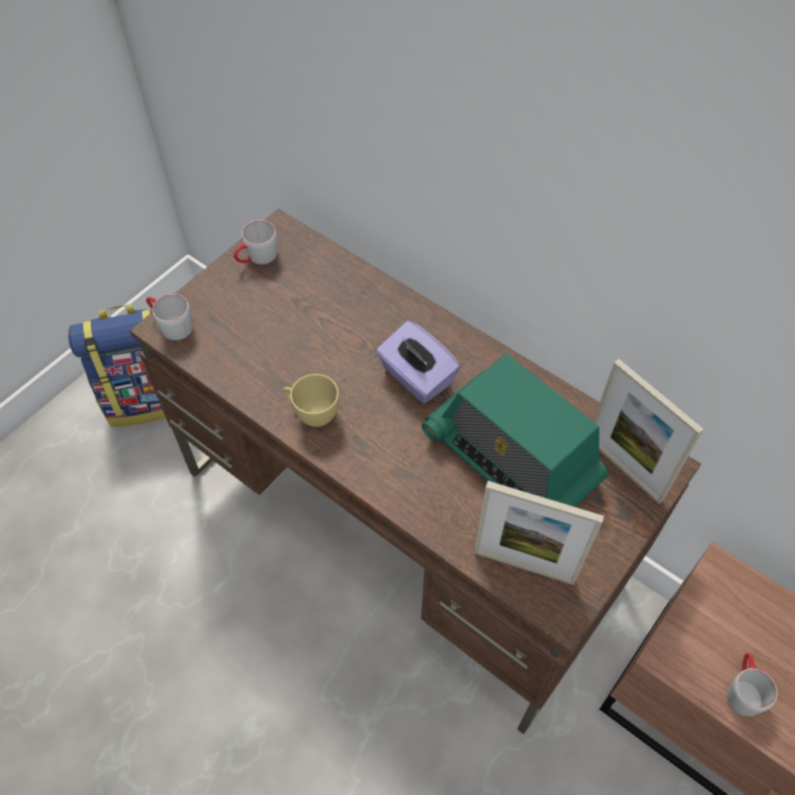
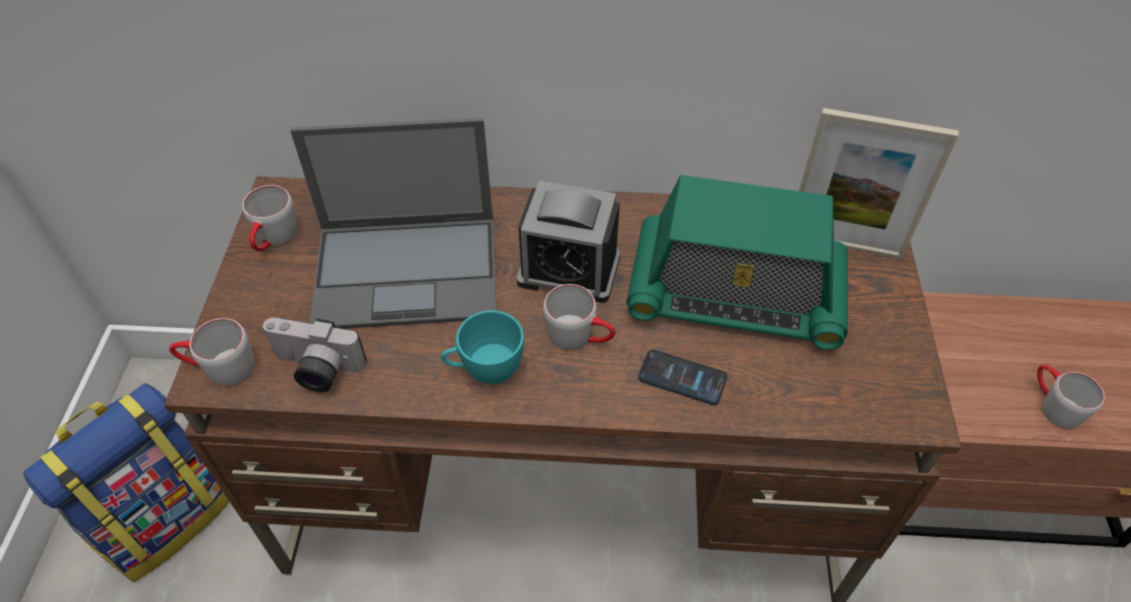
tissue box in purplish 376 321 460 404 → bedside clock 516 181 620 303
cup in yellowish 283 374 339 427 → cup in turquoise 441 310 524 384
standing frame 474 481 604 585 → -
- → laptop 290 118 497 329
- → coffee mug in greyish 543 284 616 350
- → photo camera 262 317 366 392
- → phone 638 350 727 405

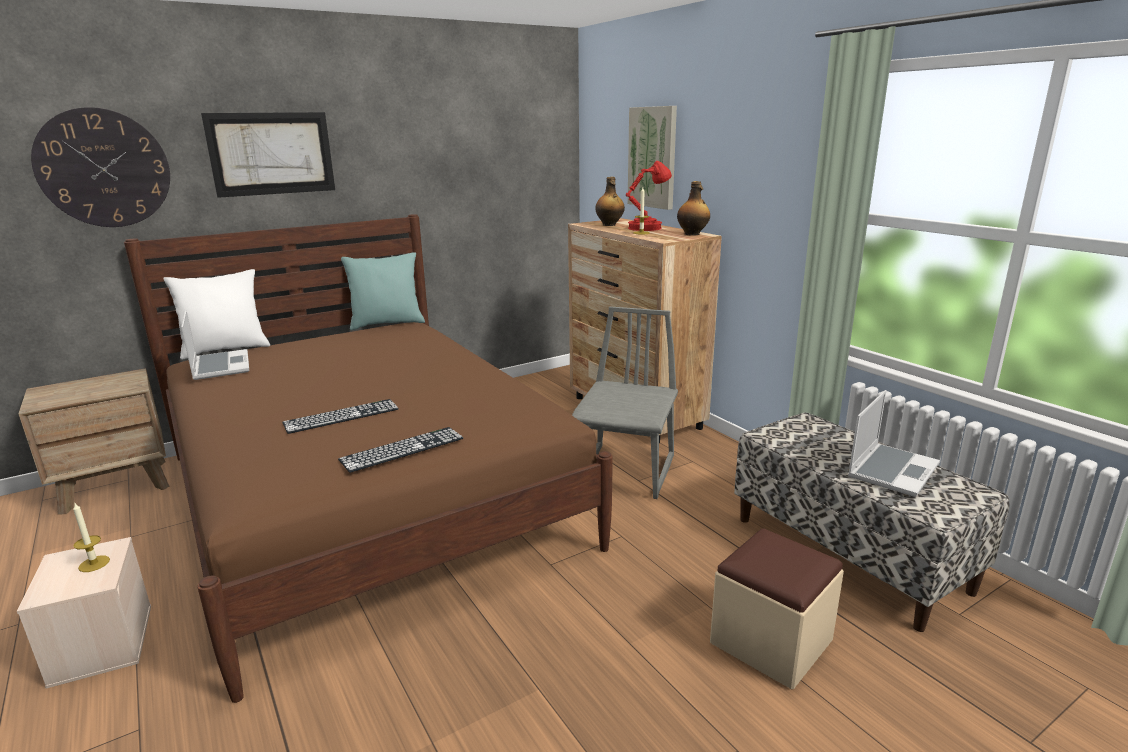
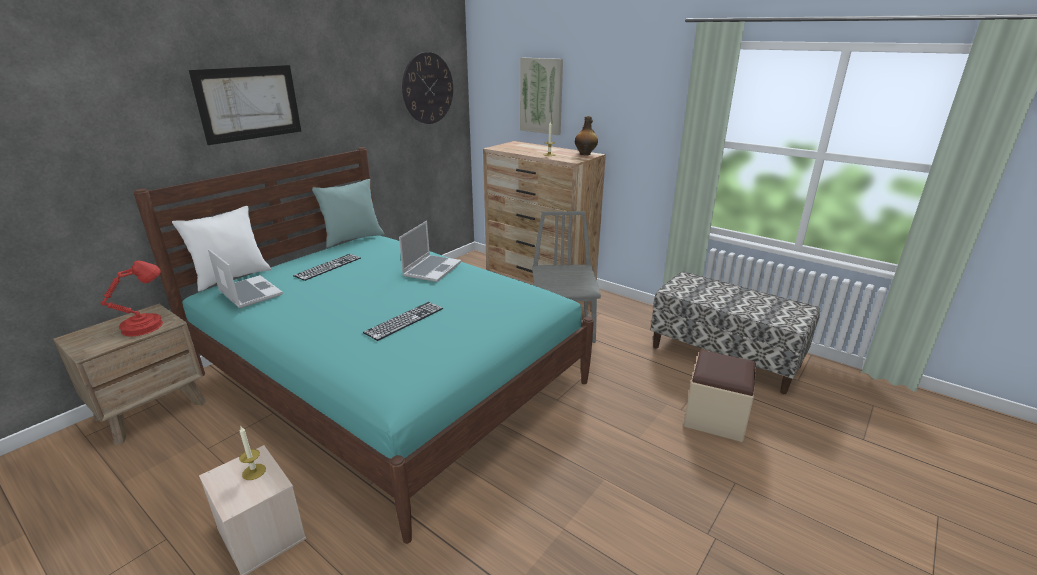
hanging clock 31 107 170 227 → hanging clock 402 52 453 124, moved
tabletop lamp in red-coloured 626 161 672 231 → tabletop lamp in red-coloured 101 261 163 337, moved
drink bottle 595 177 625 226 → -
bedroom bed in brown-coloured 124 214 613 703 → bedroom bed in turquoise 134 147 594 544
laptop 848 390 940 497 → laptop 399 221 462 282, moved
keyboard 338 427 463 473 → keyboard 293 254 361 281, moved

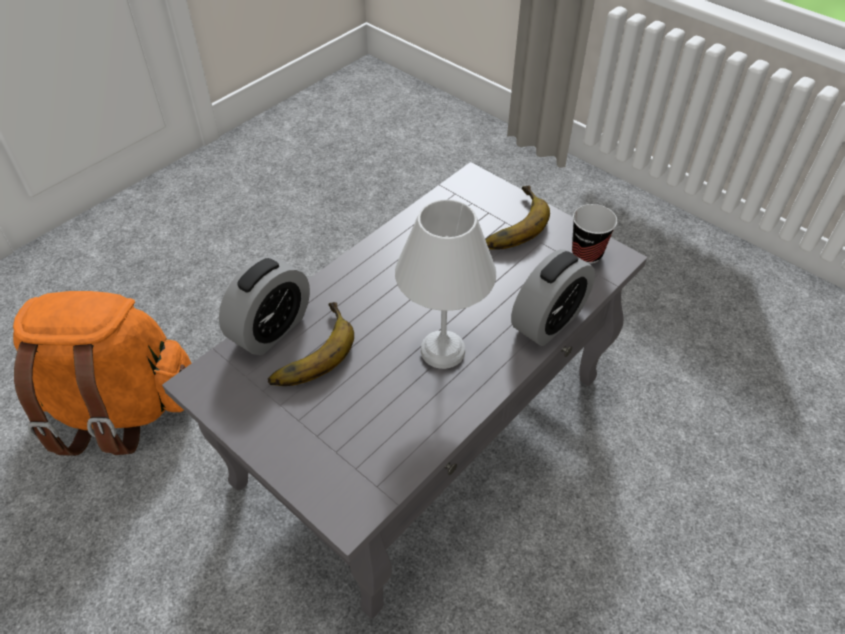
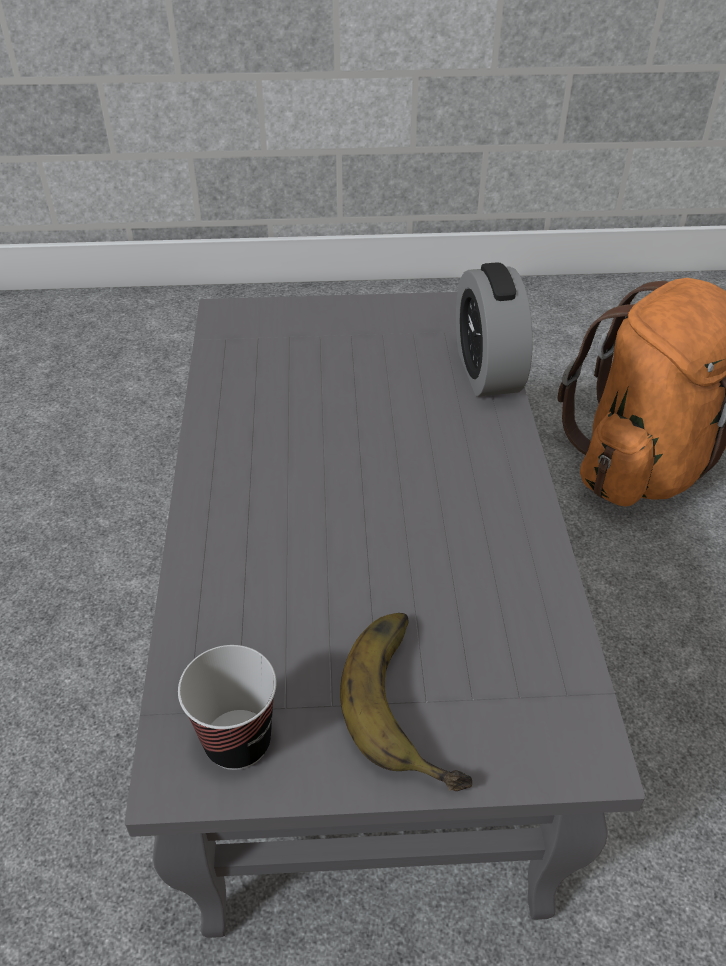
tabletop lamp in white-coloured 395 199 496 369 → -
bedside clock 511 249 595 346 → -
whole banana 268 302 354 386 → -

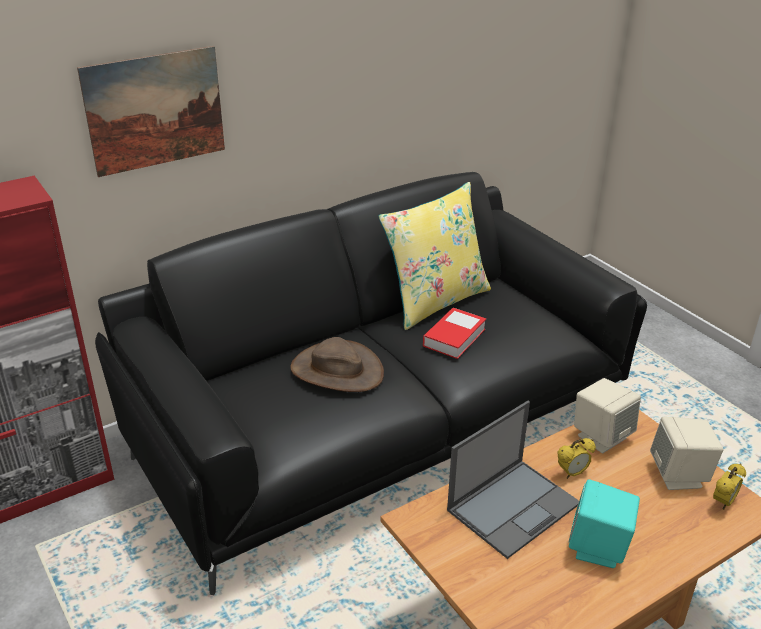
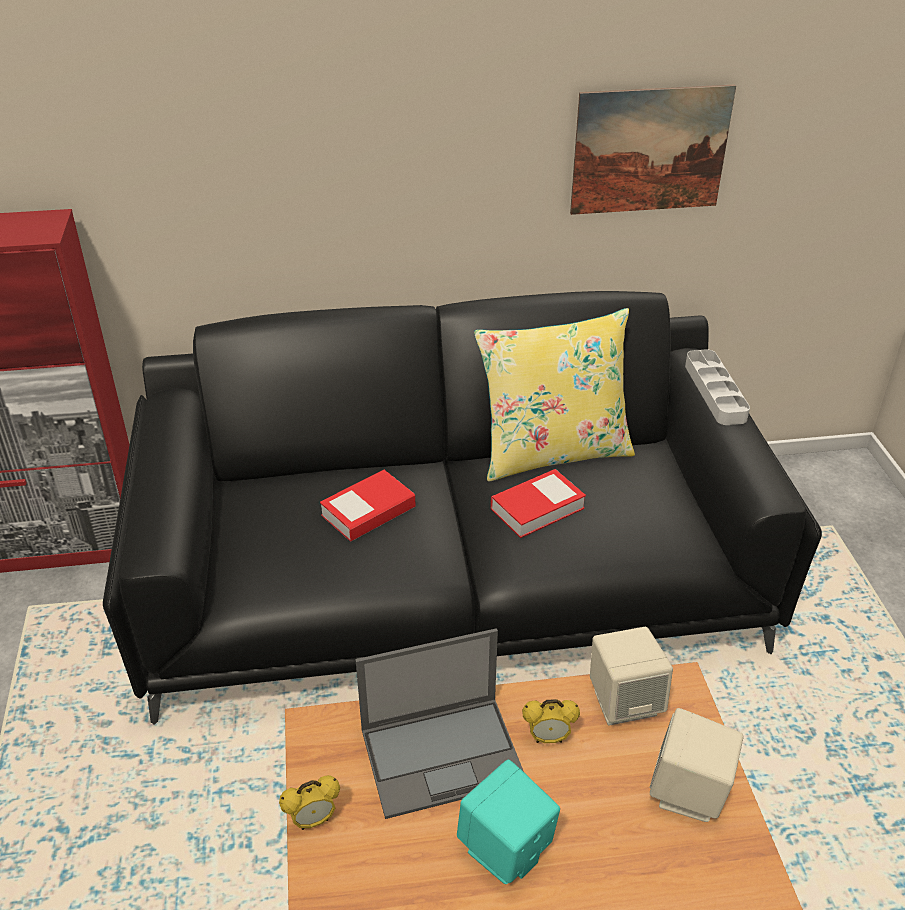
picture 77 46 225 177 → picture 570 84 736 215, moved
hat in brown-coloured 291 337 384 392 → bound book 320 470 416 542
bedside clock 713 464 746 510 → bedside clock 279 775 340 830, moved
- → tray in greyish 685 349 750 425

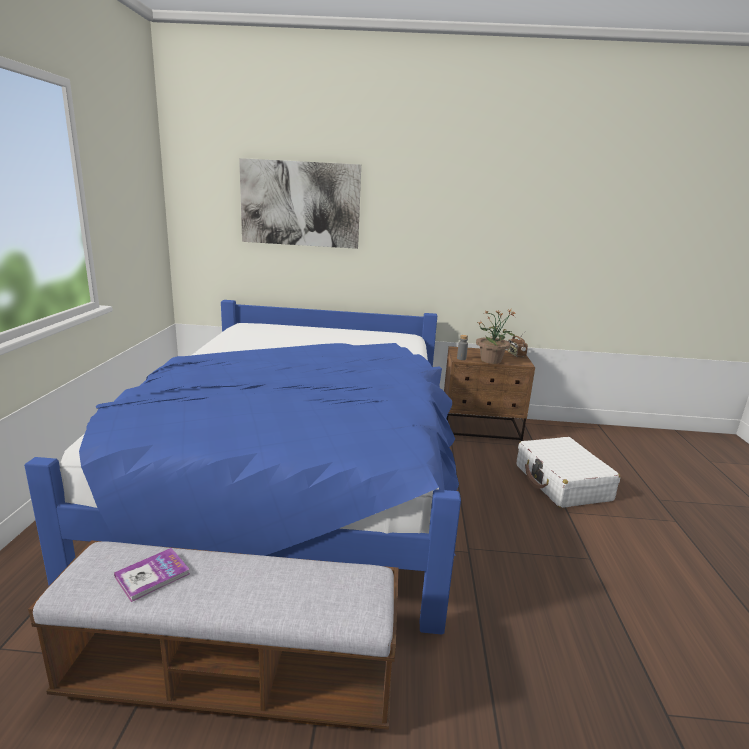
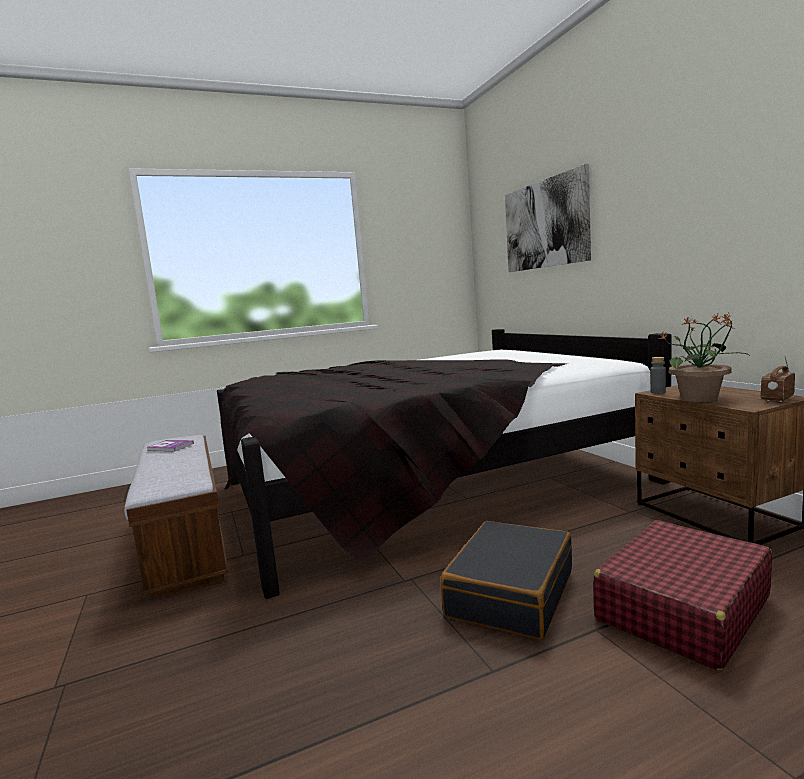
bedroom bed in blue-coloured 24 300 461 635 → bedroom bed in blackish 217 329 672 599
travel case in white-coloured 517 437 620 508 → travel case in red-coloured 593 520 772 671
- → travel case in blackish 441 521 572 640

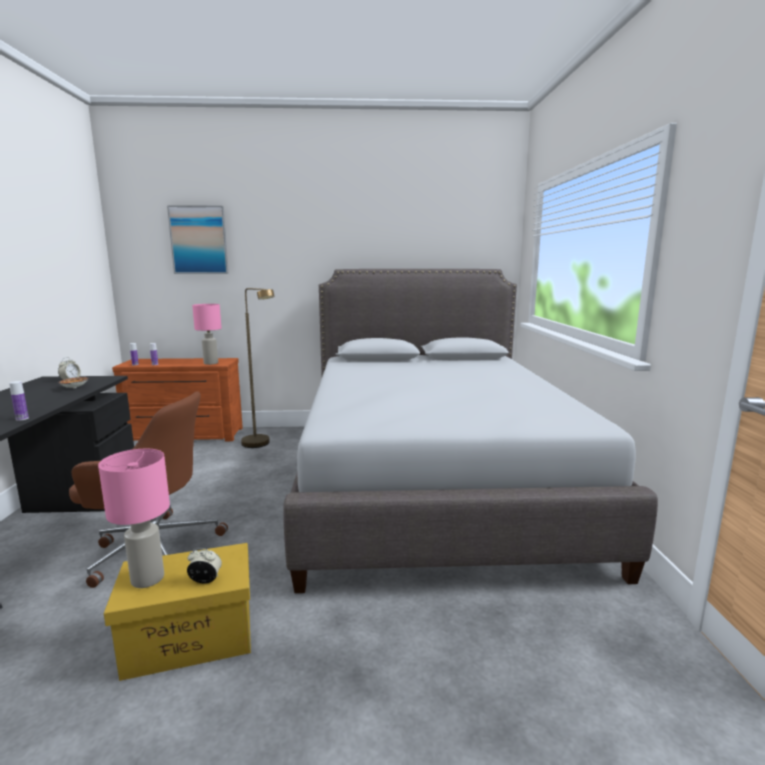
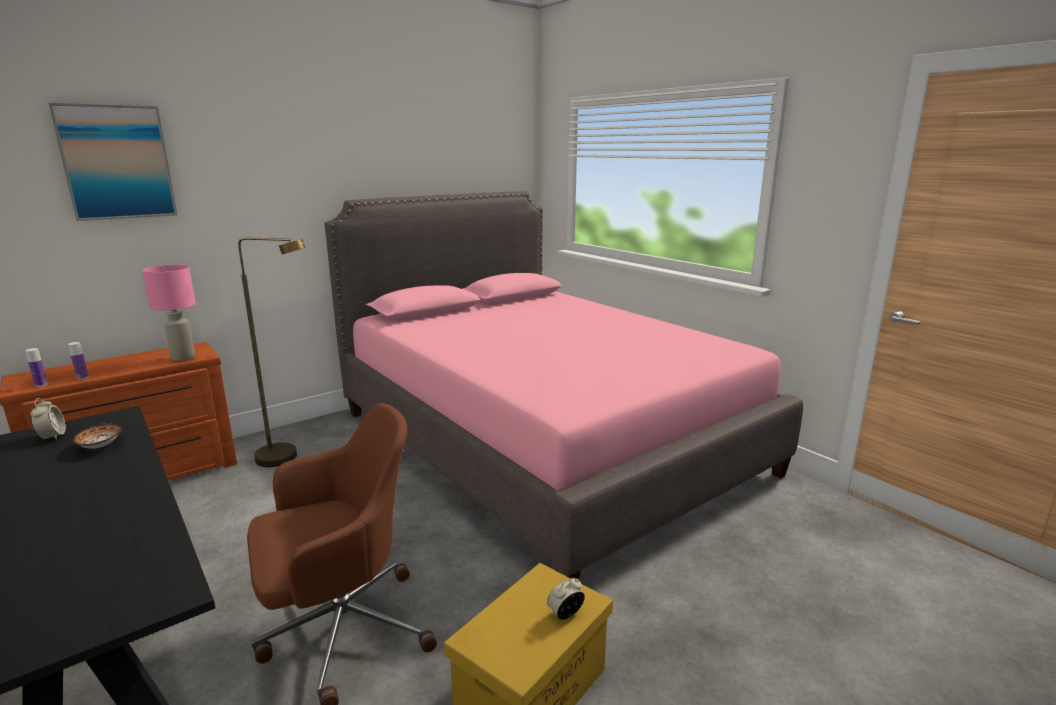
bedroom bed in greyish 283 269 658 593 → bedroom bed in pinkish 324 191 803 579
drink bottle 9 381 29 421 → -
tabletop lamp in pinkish 98 449 170 588 → -

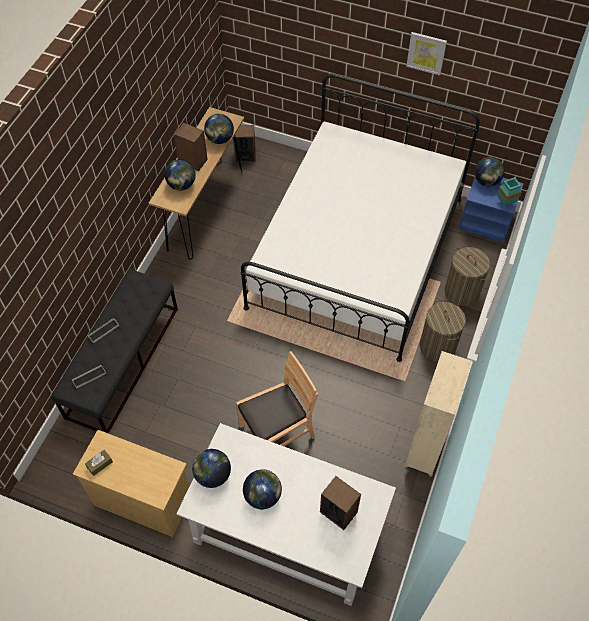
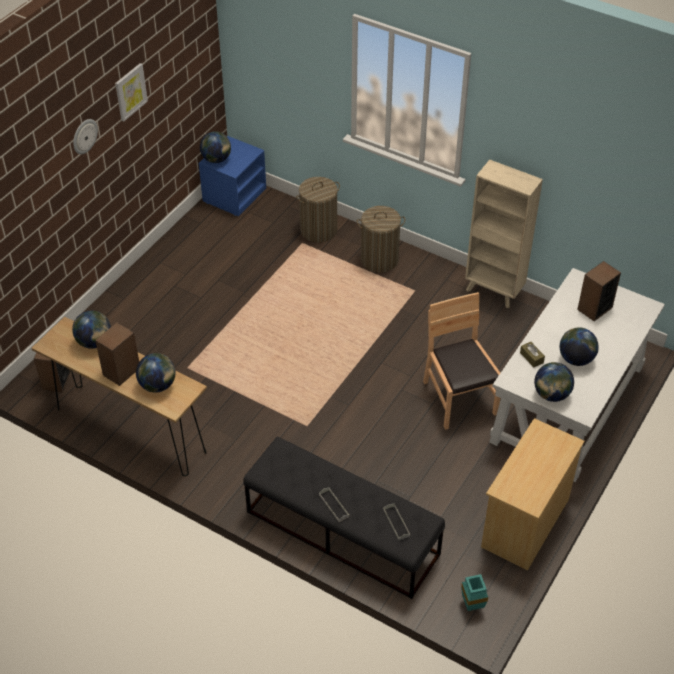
bedroom bed in white-coloured 241 74 480 362 → -
flower vase in turquoise 498 177 521 206 → flower vase in turquoise 461 574 488 611, moved
tissue box in brown-coloured 85 450 113 476 → tissue box in brown-coloured 520 342 545 367, moved
- → hanging clock 73 119 98 154

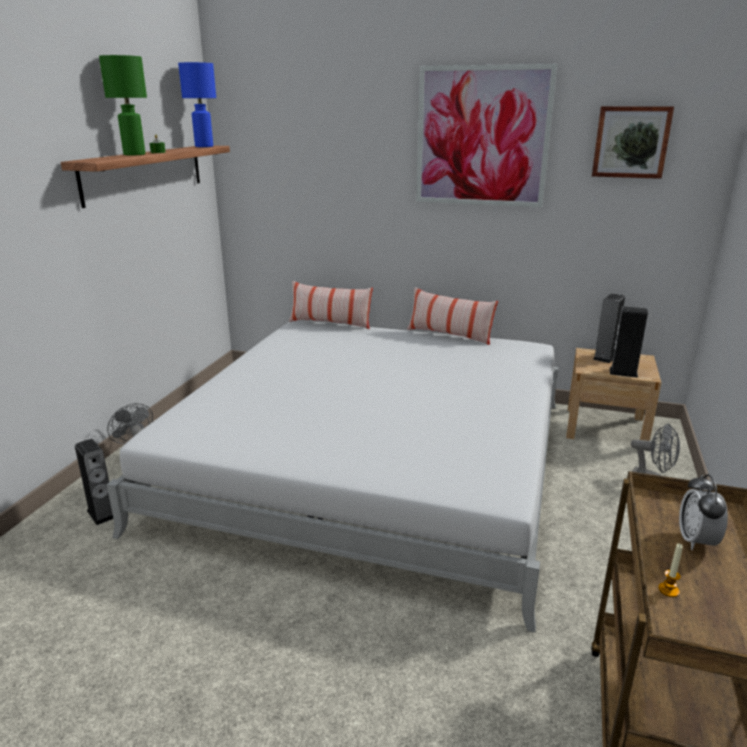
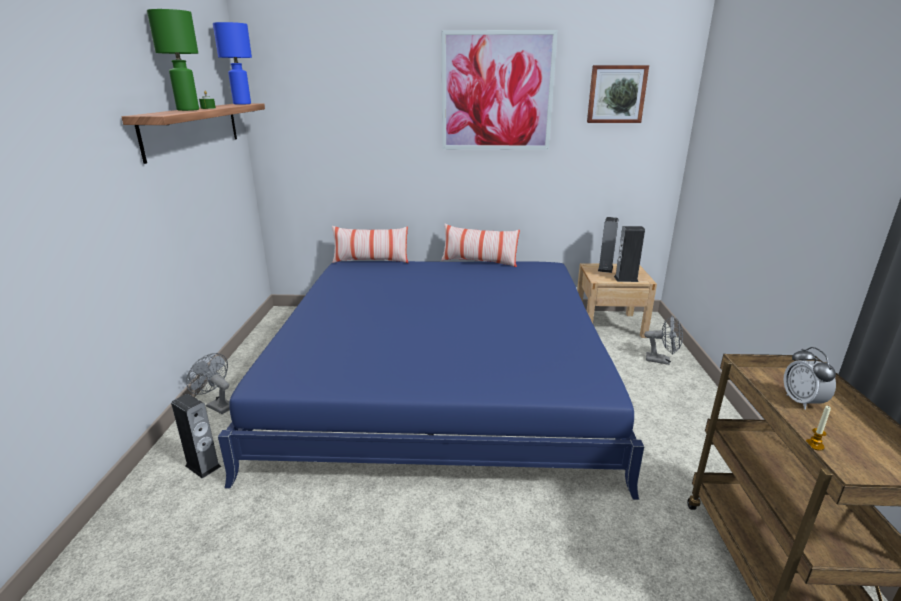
bedroom bed in white-coloured 107 321 558 632 → bedroom bed in blue-coloured 218 261 644 500

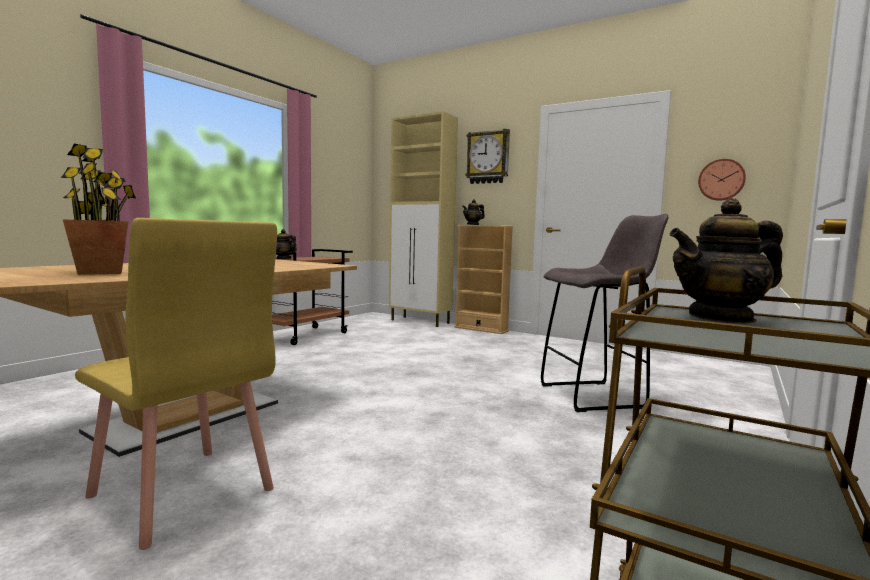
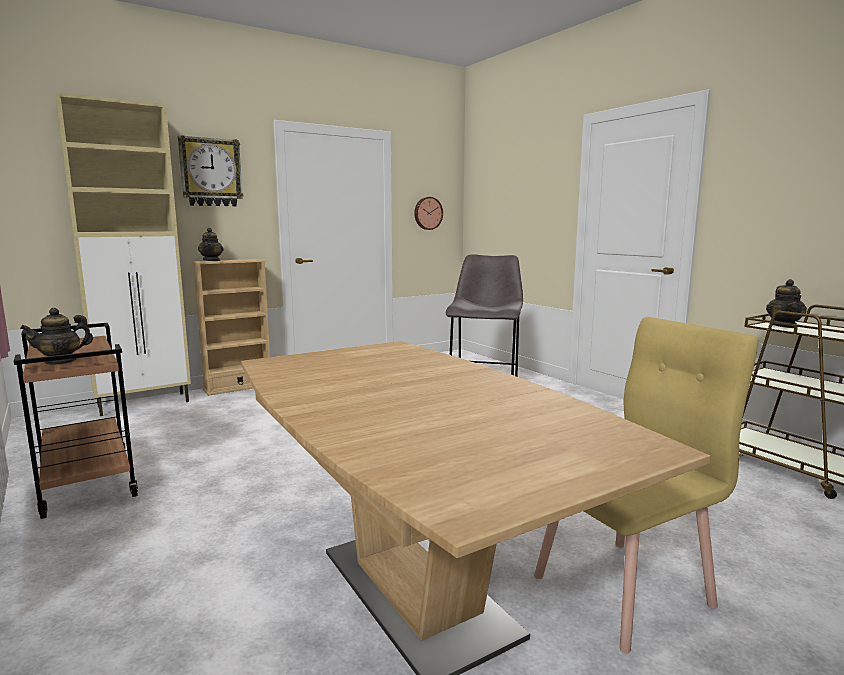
houseplant 61 144 136 275 → -

